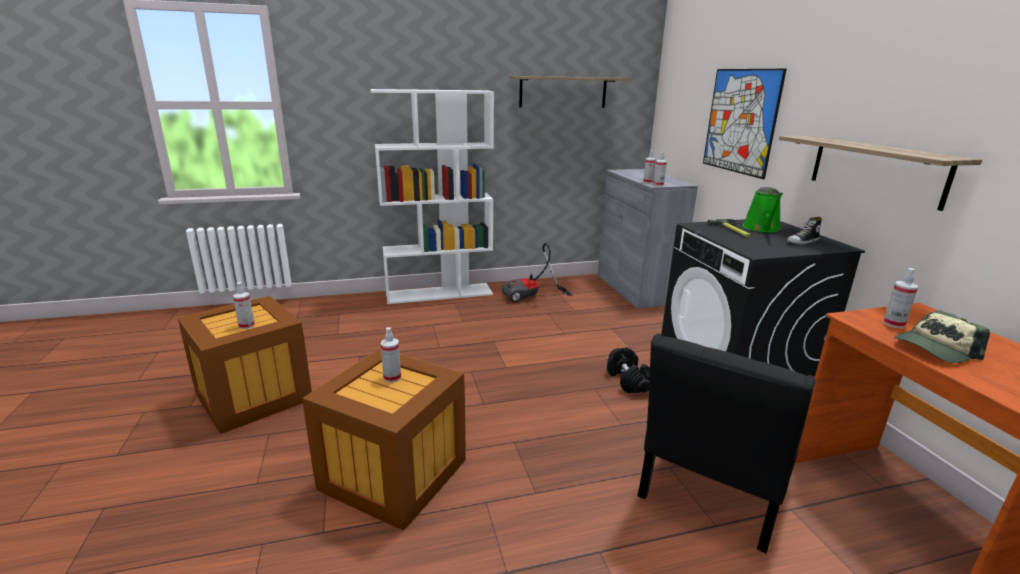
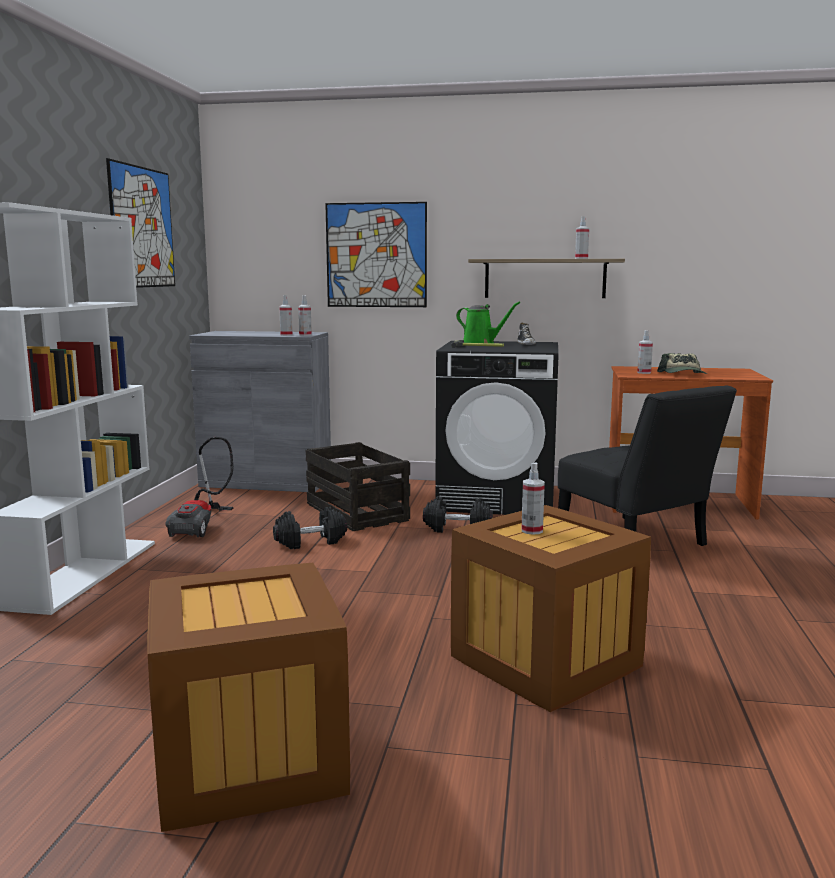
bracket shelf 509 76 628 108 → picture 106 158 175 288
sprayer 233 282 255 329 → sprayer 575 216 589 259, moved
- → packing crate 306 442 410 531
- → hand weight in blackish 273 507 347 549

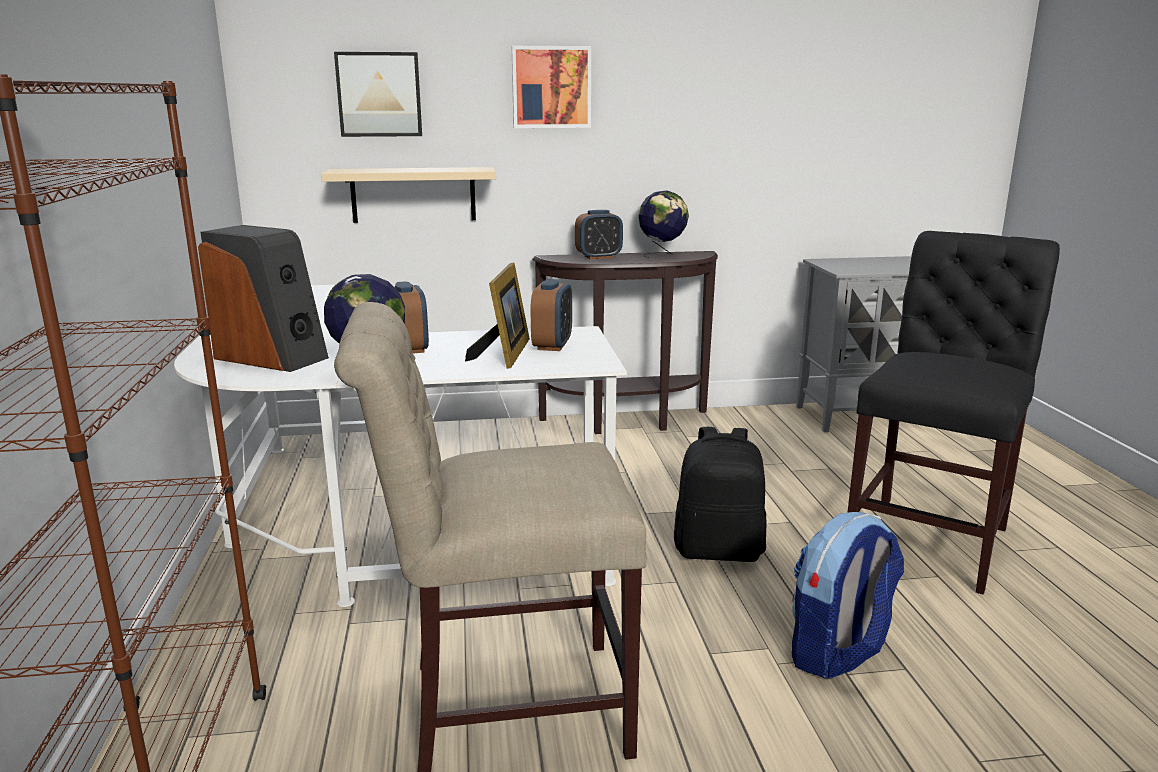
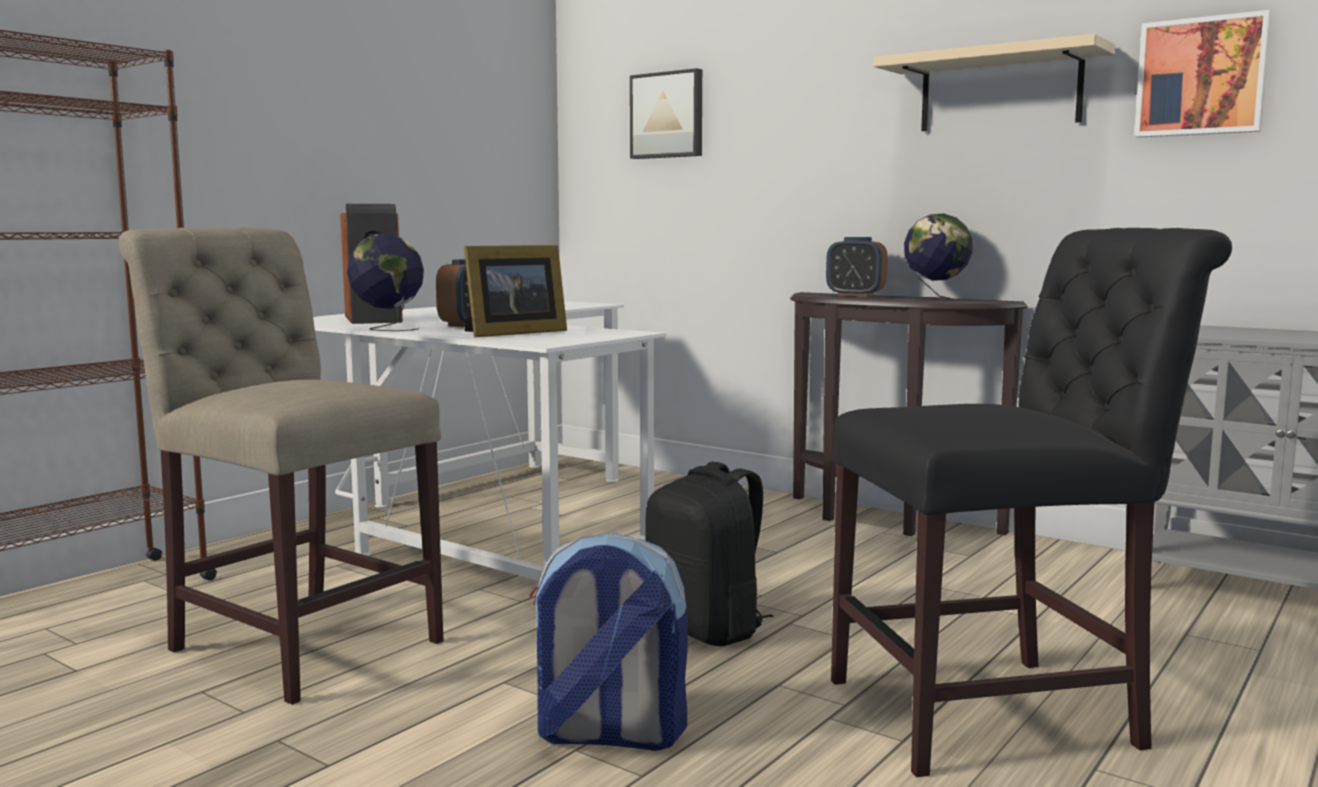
picture 512 46 591 128 → picture 1134 10 1272 138, moved
bracket shelf in beige 321 167 496 223 → bracket shelf in beige 873 34 1115 131, moved
bedside clock 531 279 572 351 → -

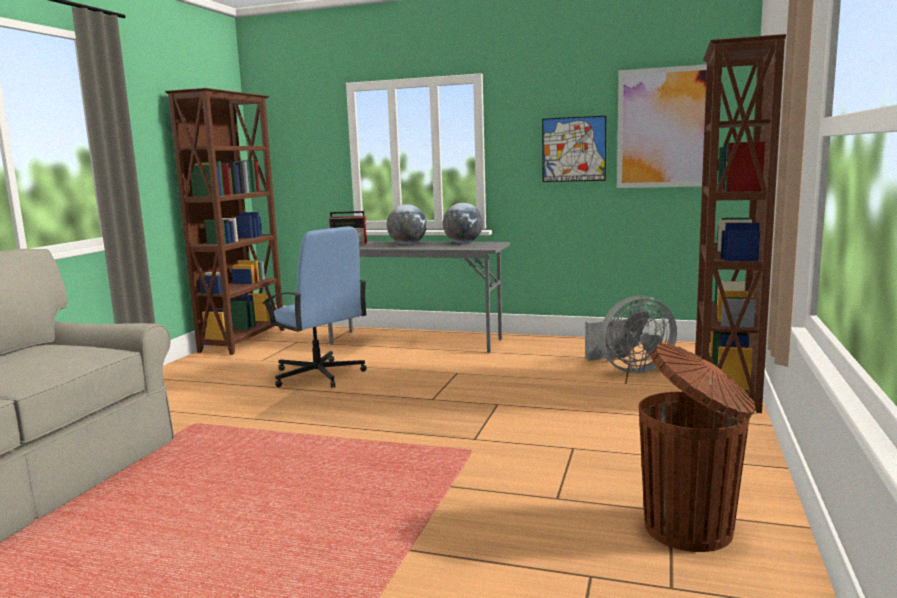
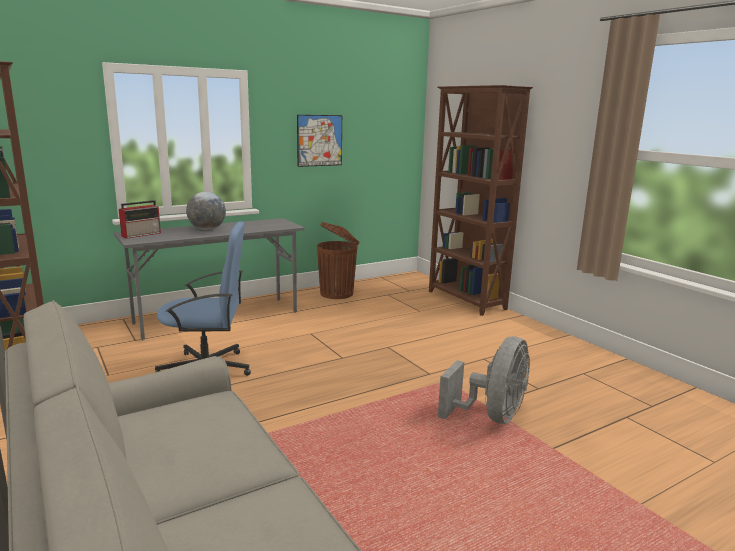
picture 617 64 707 188 → -
globe 443 203 483 243 → -
cooling fan in greyish 585 296 677 373 → cooling fan in greyish 438 336 530 424, moved
rubbish bin in brown-coloured 639 343 756 552 → rubbish bin in brown-coloured 317 222 359 299, moved

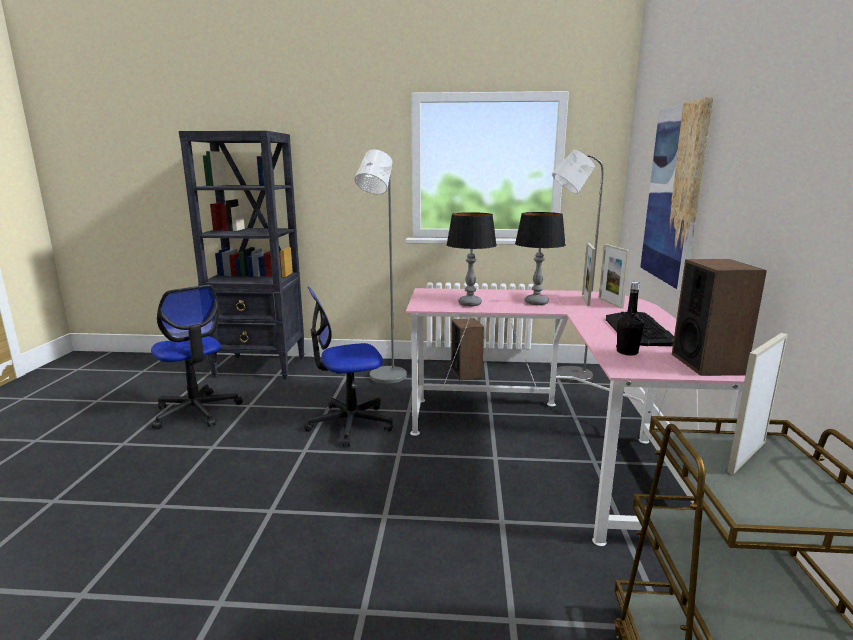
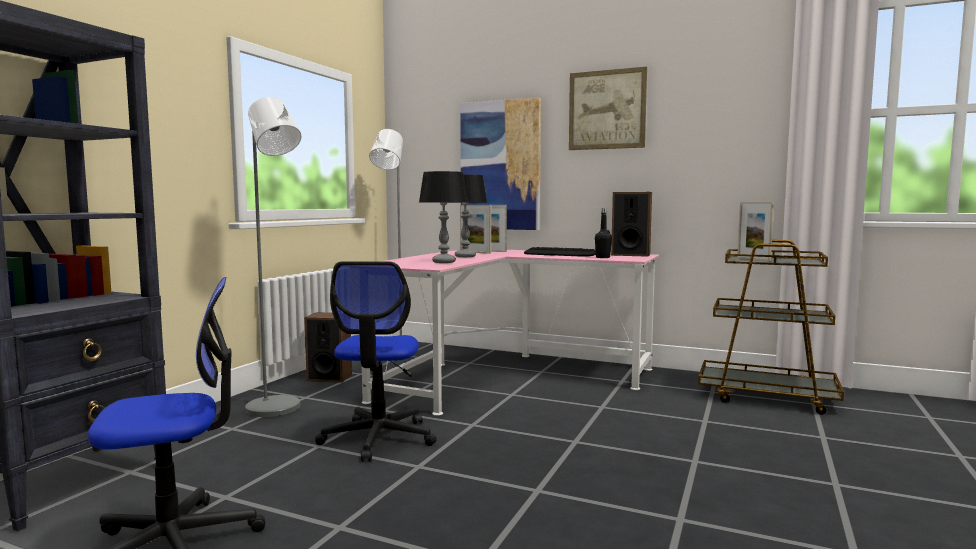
- → picture 569 67 647 150

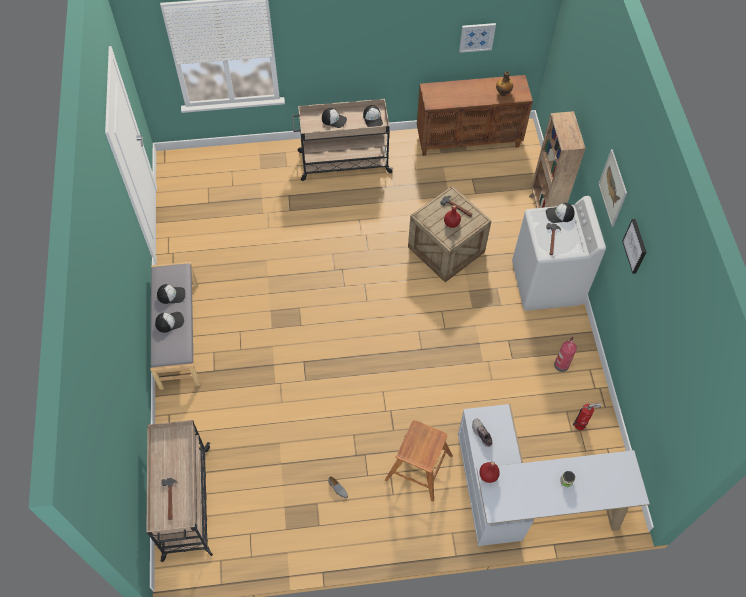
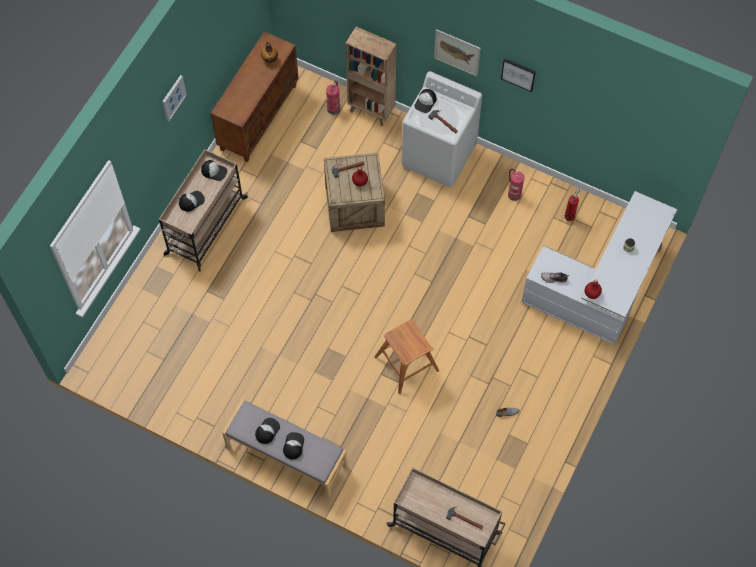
picture 459 23 496 53 → picture 162 75 187 121, moved
sitting stool in brown-coloured 384 420 453 502 → sitting stool in brown-coloured 374 319 439 394, moved
- → fire extinguisher 326 81 340 114

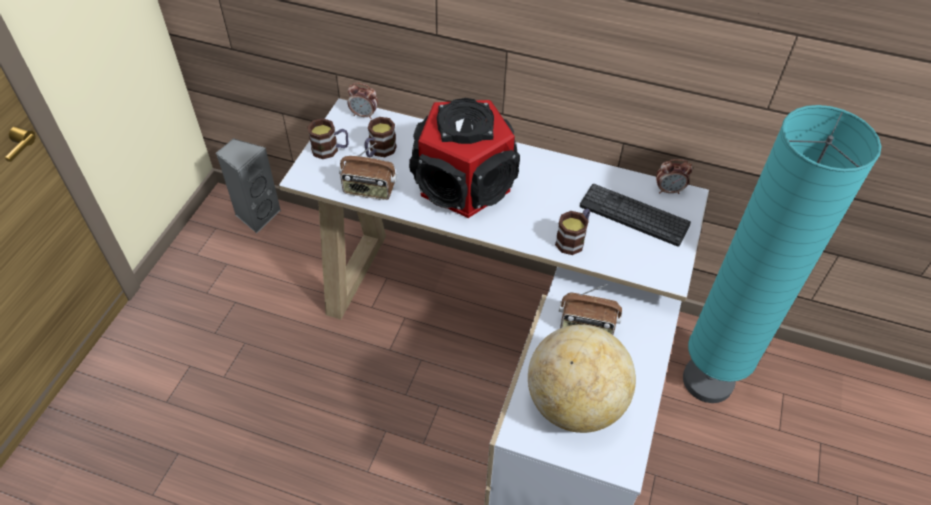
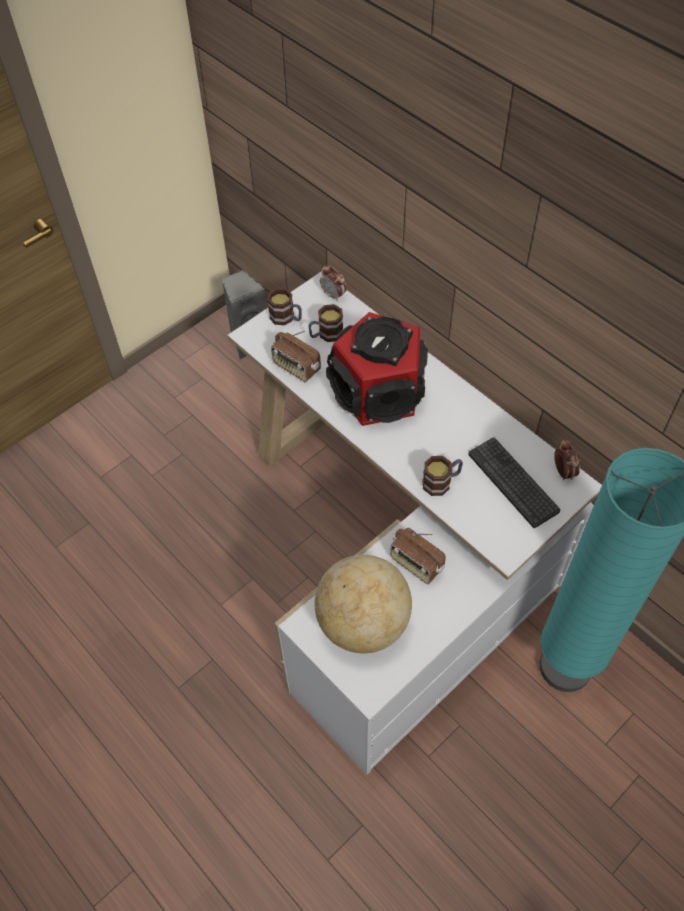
bedside clock 656 159 693 194 → bedside clock 554 439 580 480, 135 degrees counterclockwise

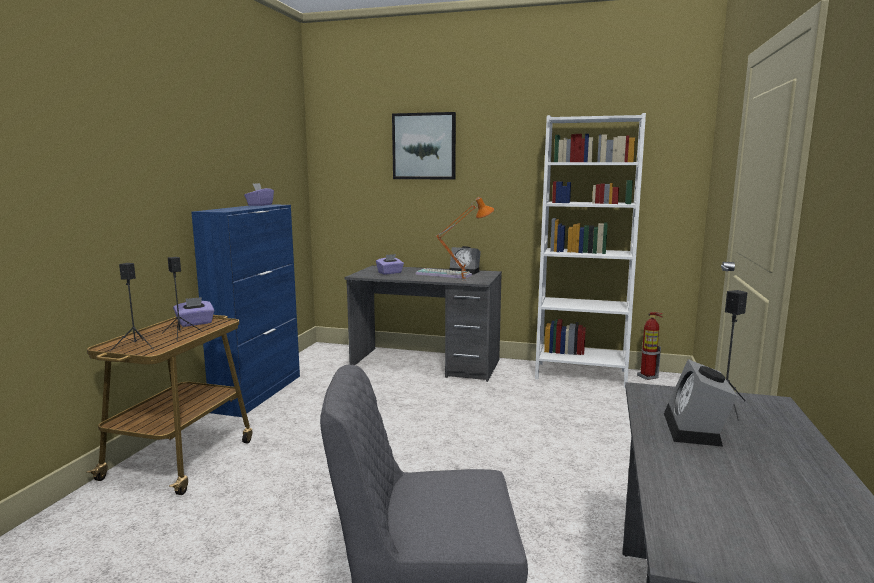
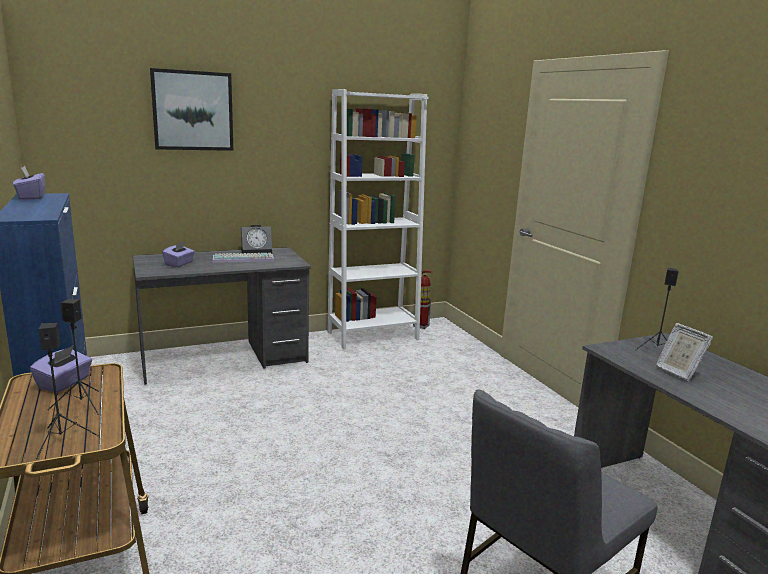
tabletop lamp in orange 436 197 494 281 → -
bedside clock 664 359 737 447 → standing frame 656 323 713 382

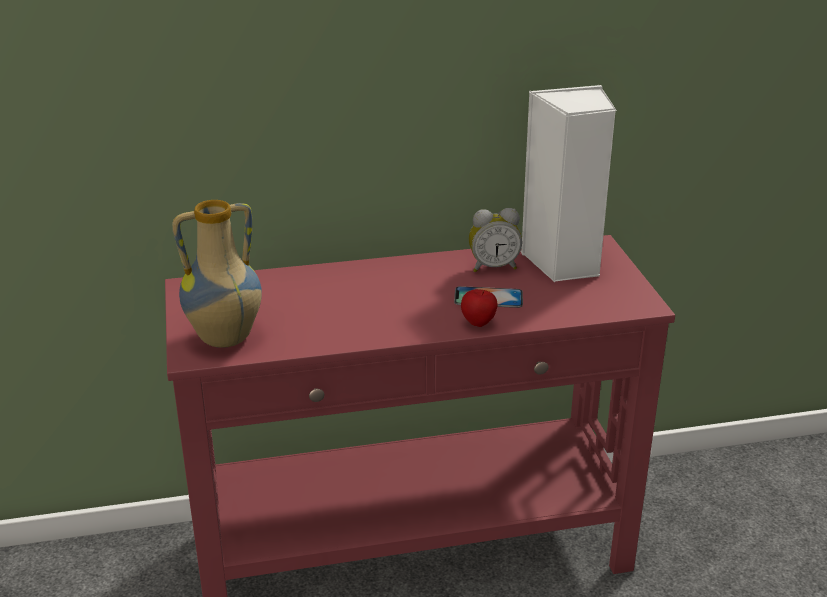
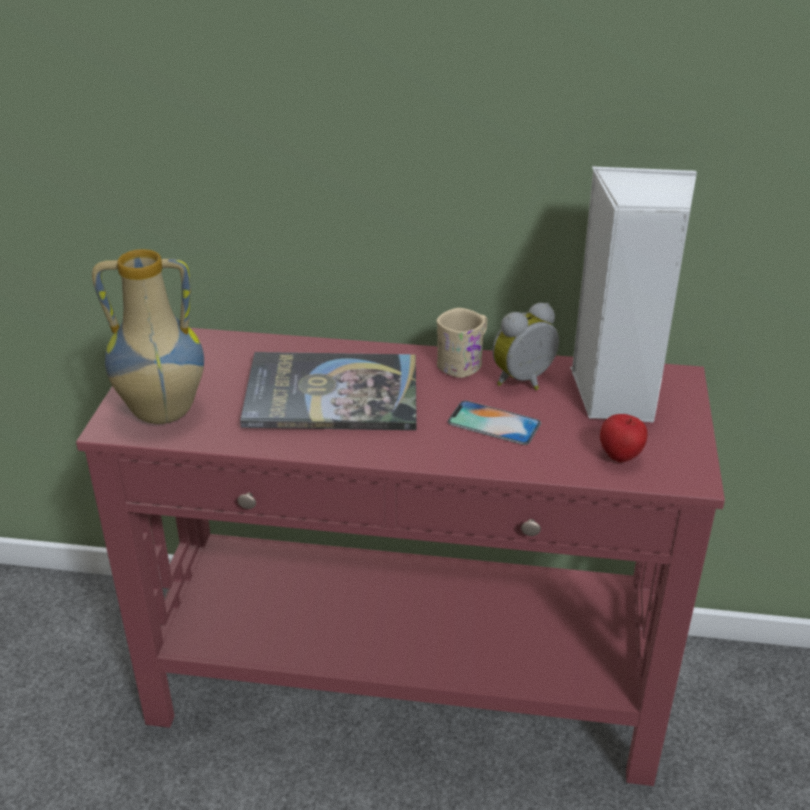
bedside clock 469 208 522 272 → bedside clock 493 303 559 390, 135 degrees clockwise
apple 461 289 498 327 → apple 600 414 647 463, moved
- → coffee mug in beige 437 308 487 378
- → bound book 240 352 417 430

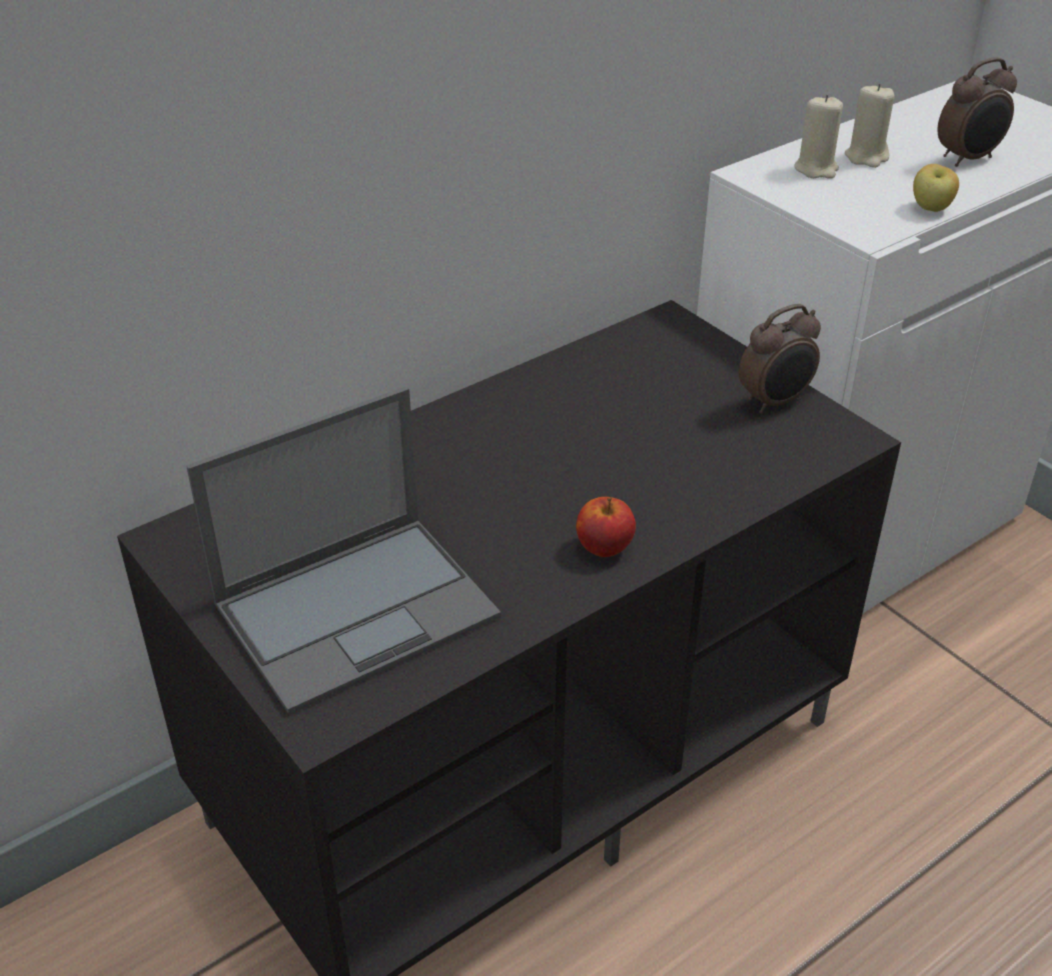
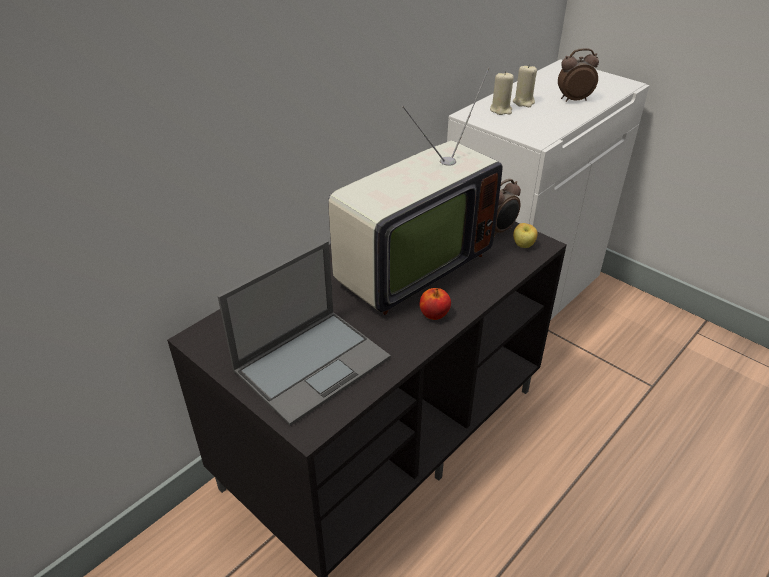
bedside clock 938 57 1017 167 → bedside clock 558 48 599 102, 150 degrees counterclockwise
apple 913 164 959 212 → apple 513 223 538 248, moved
- → TV set 328 68 502 315

